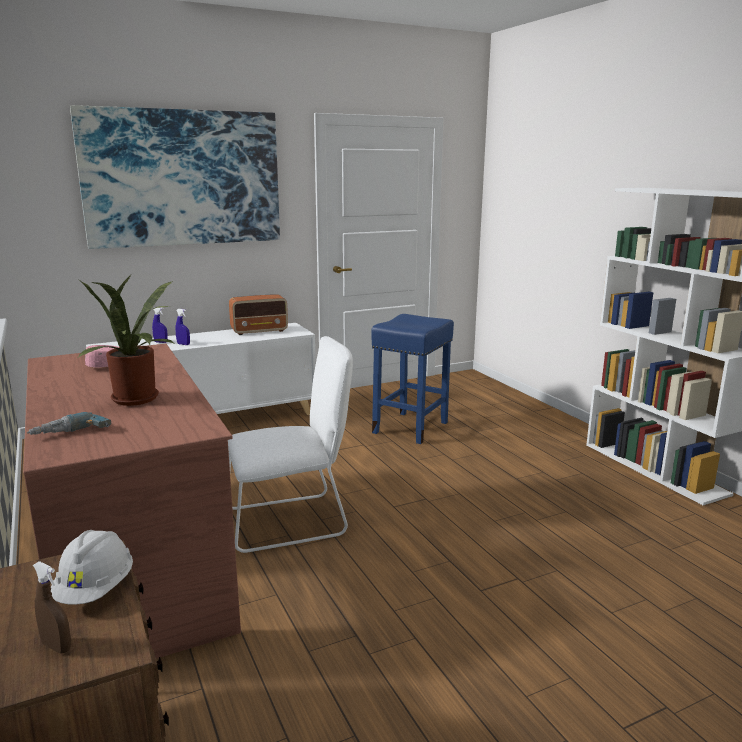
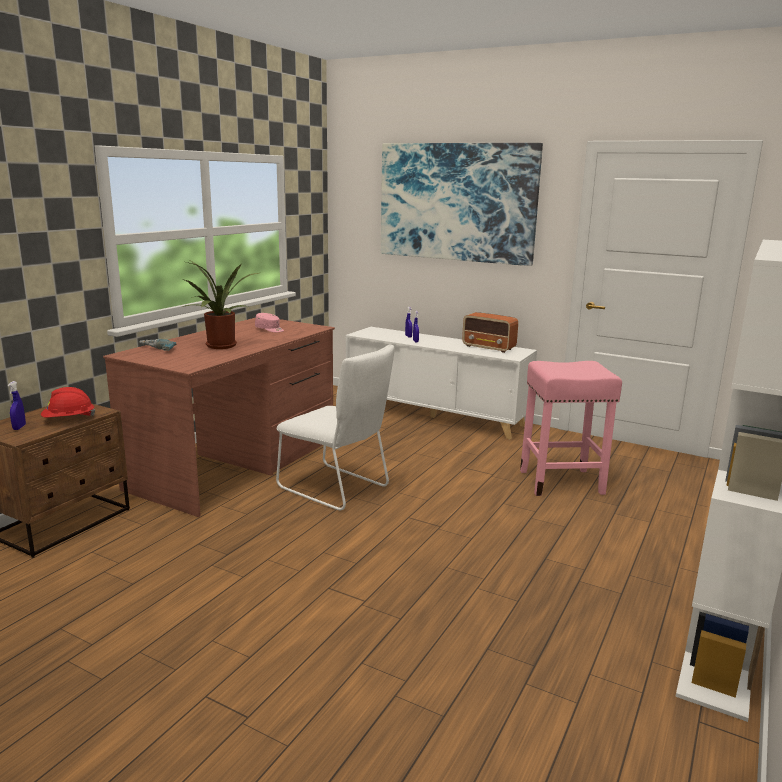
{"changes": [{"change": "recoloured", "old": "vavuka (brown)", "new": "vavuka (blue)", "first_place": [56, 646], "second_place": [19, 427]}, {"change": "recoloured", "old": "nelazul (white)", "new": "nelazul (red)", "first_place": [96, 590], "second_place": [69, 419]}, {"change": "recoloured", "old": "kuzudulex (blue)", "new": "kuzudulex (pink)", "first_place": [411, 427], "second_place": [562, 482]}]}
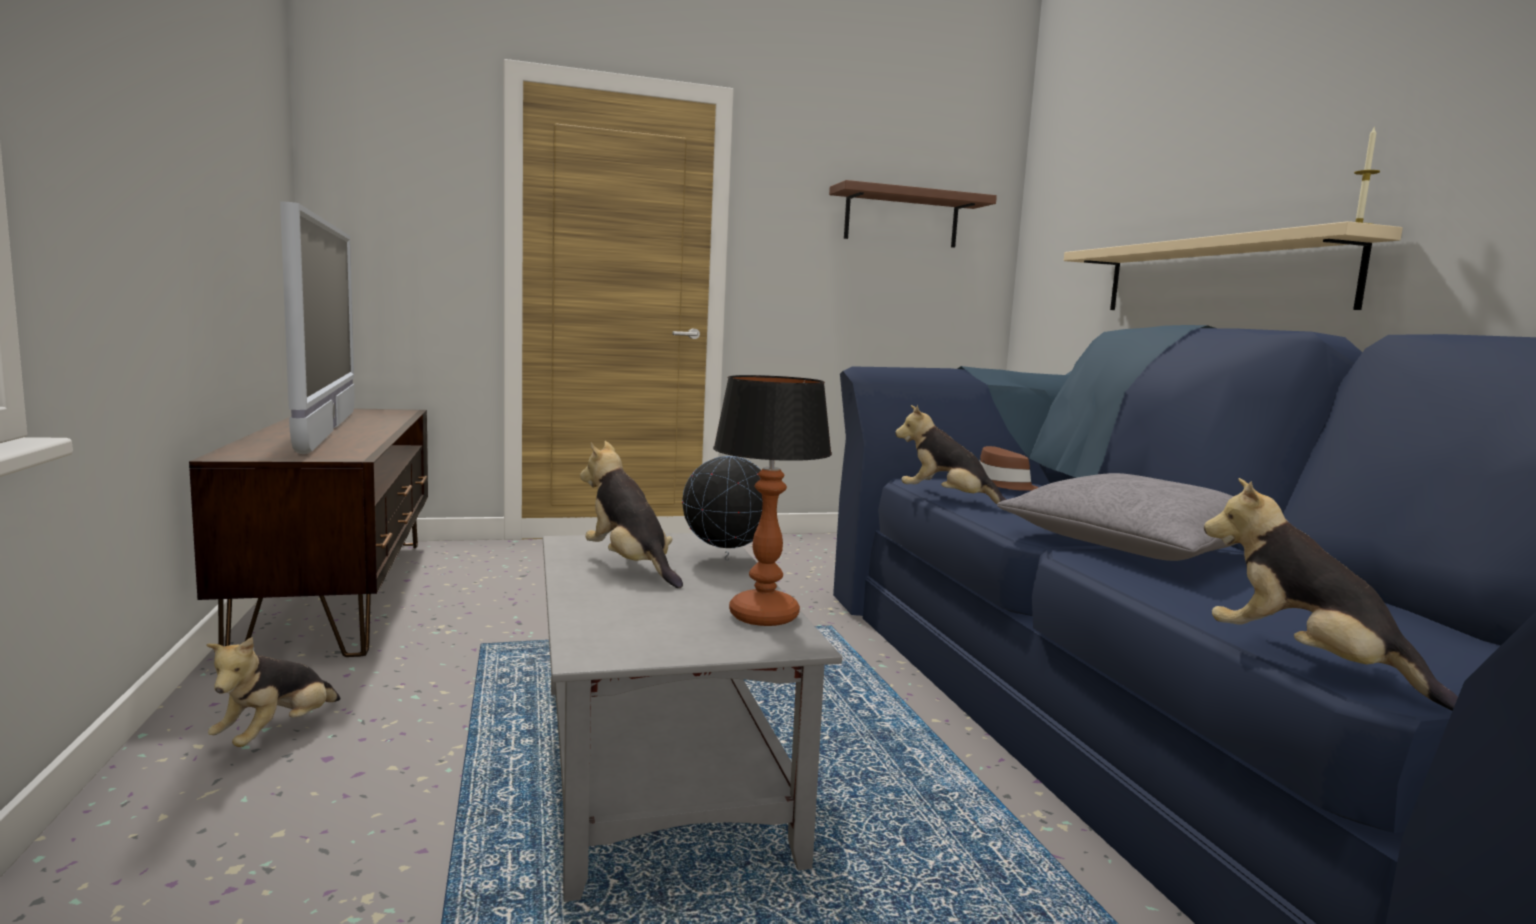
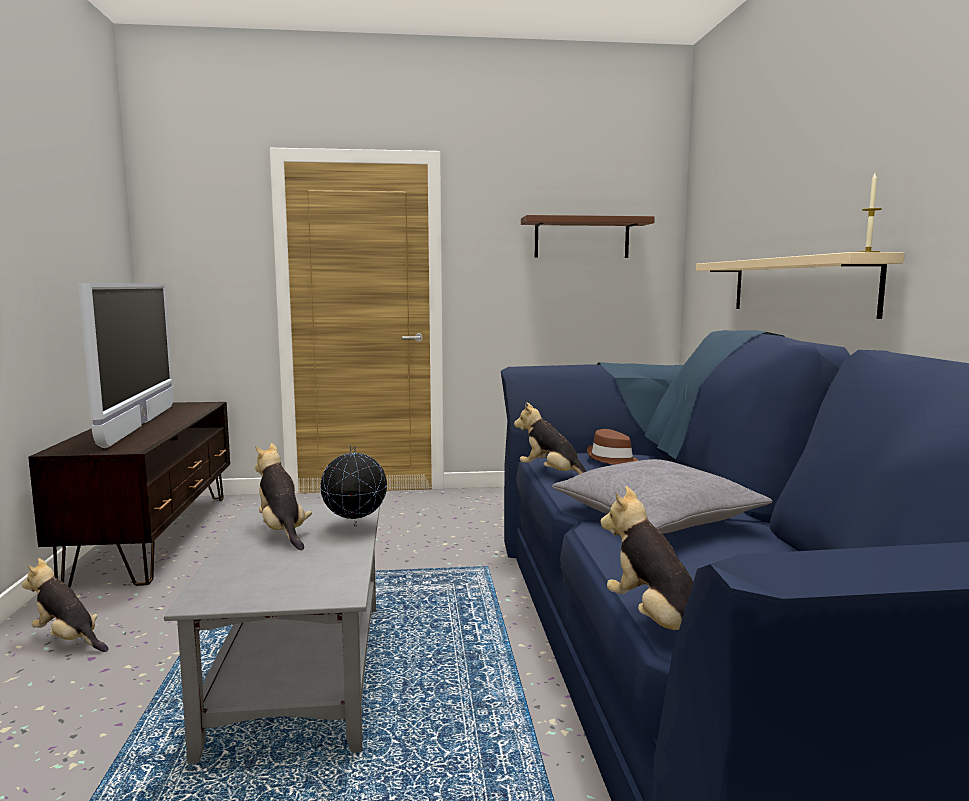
{"changes": [{"change": "turned", "old": "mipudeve", "first_place": [277, 733], "second_place": [68, 639], "degrees": 90}, {"change": "removed", "old": "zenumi", "first_place": [763, 615]}]}
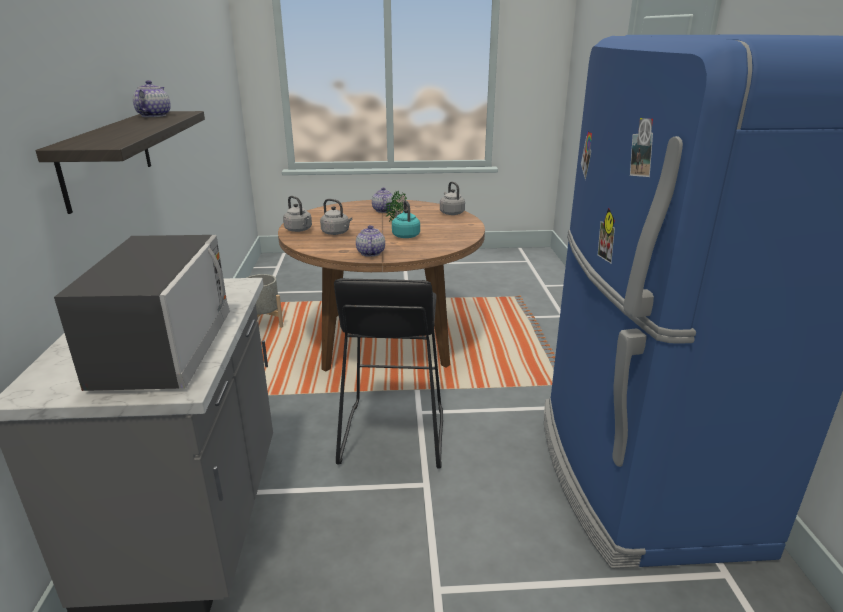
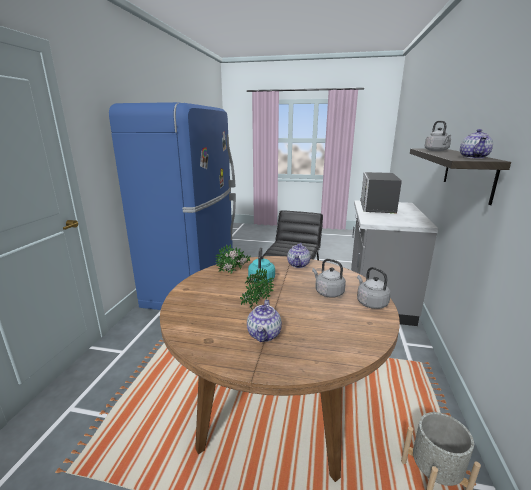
{"changes": [{"change": "added", "new": "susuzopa", "second_place": [234, 272]}, {"change": "moved", "old": "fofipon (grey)", "first_place": [451, 213], "second_place": [437, 150]}]}
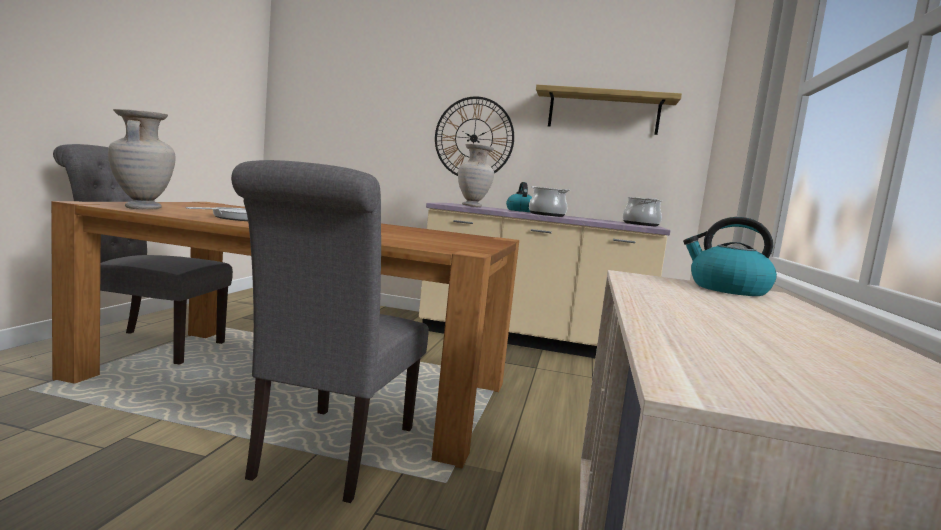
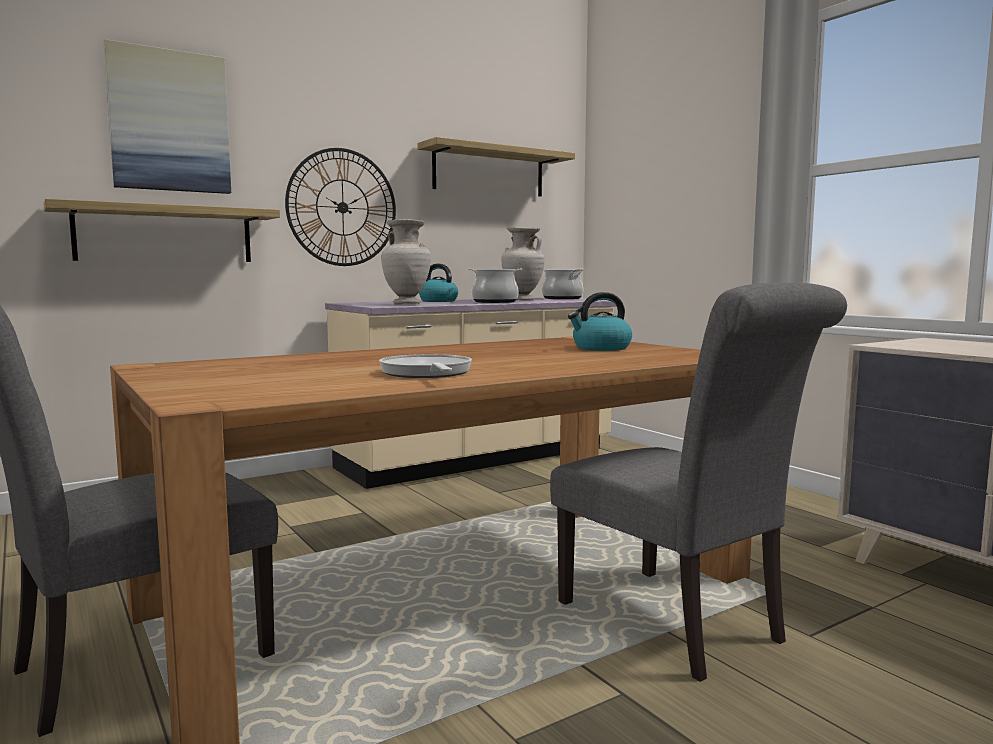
{"changes": [{"change": "added", "new": "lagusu", "second_place": [165, 234]}, {"change": "added", "new": "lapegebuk", "second_place": [169, 121]}, {"change": "moved", "old": "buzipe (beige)", "first_place": [141, 208], "second_place": [522, 300]}, {"change": "moved", "old": "fofipon", "first_place": [727, 289], "second_place": [601, 348]}]}
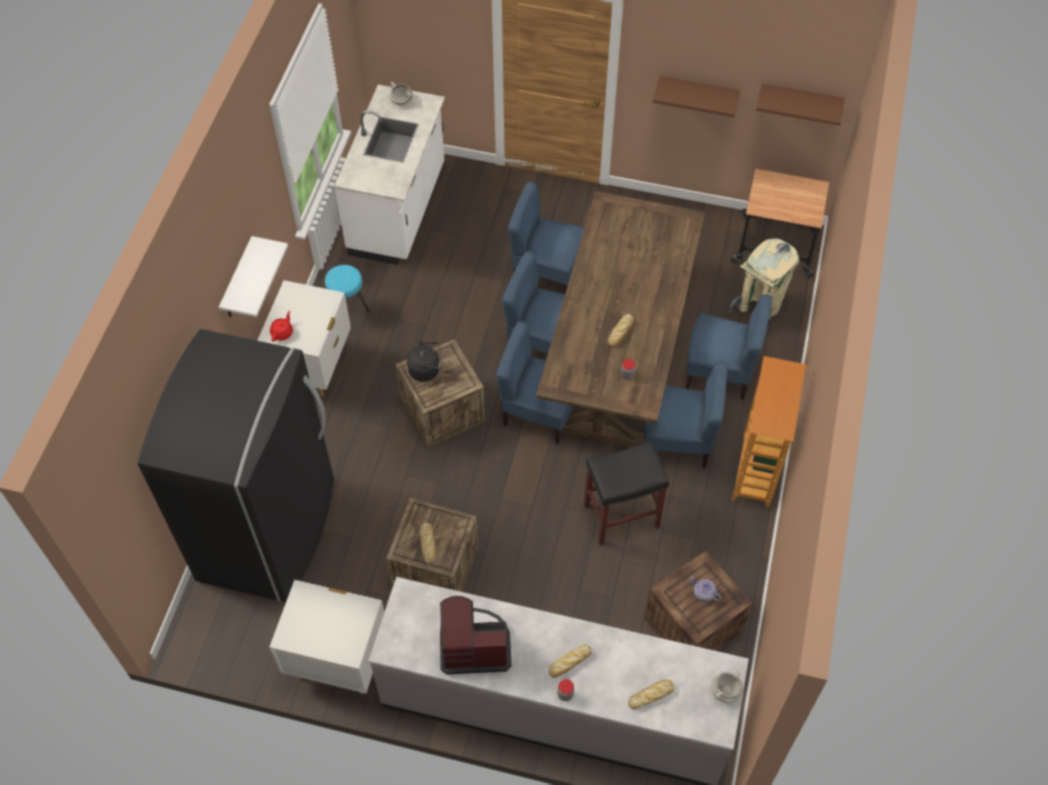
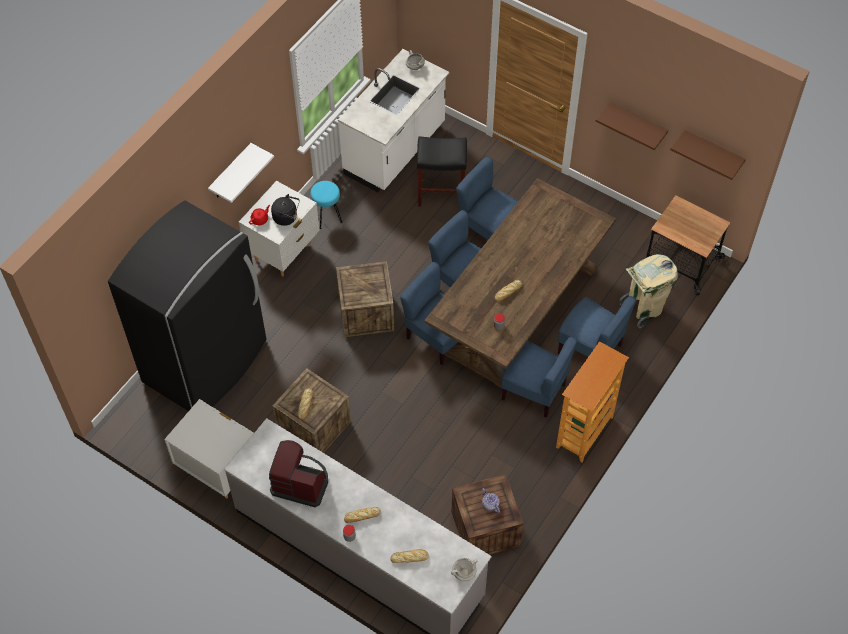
{"changes": [{"change": "moved", "old": "fofipon (black)", "first_place": [426, 370], "second_place": [287, 217]}, {"change": "moved", "old": "kuzudulex (black)", "first_place": [622, 515], "second_place": [442, 193]}]}
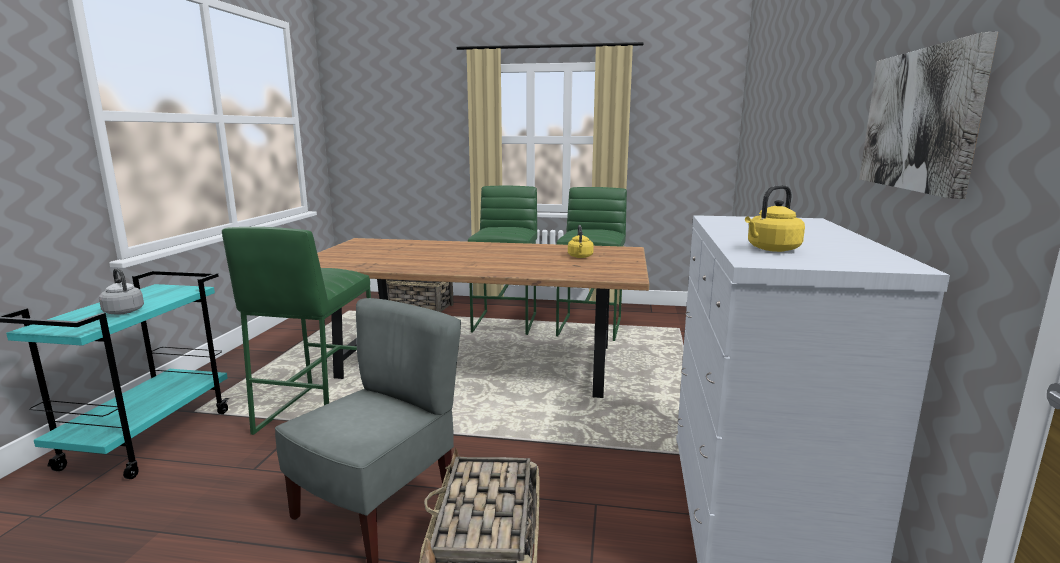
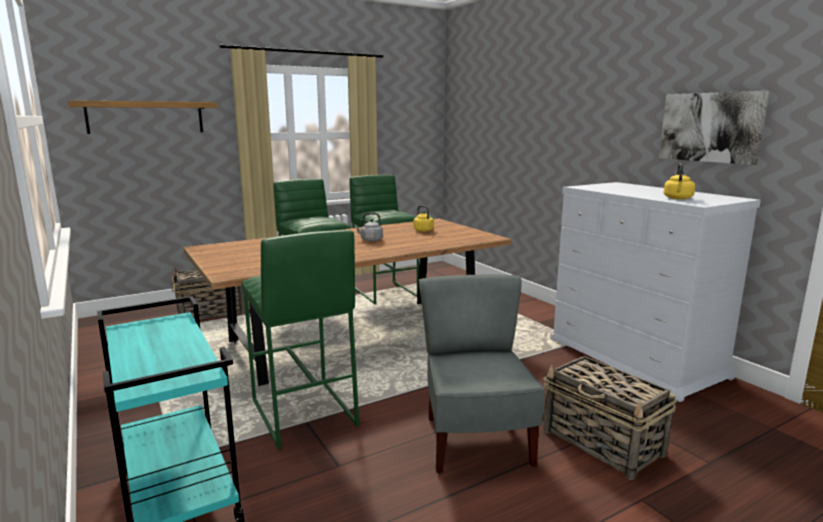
{"changes": [{"change": "added", "new": "lagusu", "second_place": [146, 117]}, {"change": "moved", "old": "fofipon (grey)", "first_place": [123, 311], "second_place": [370, 240]}]}
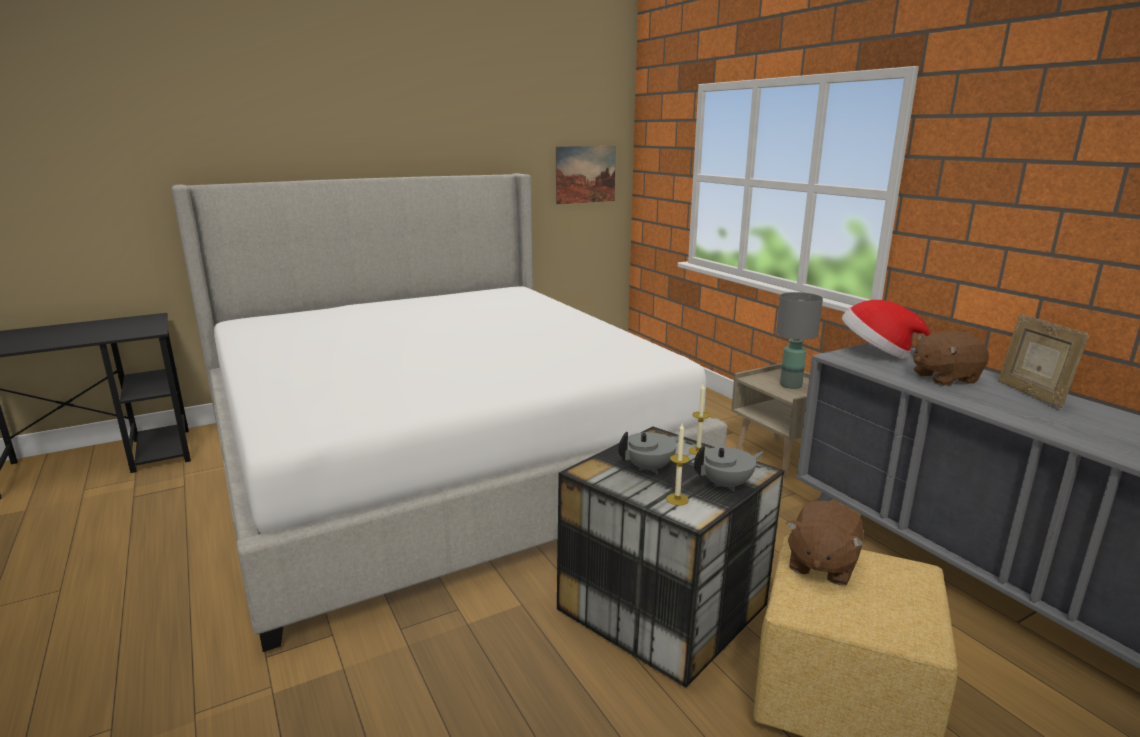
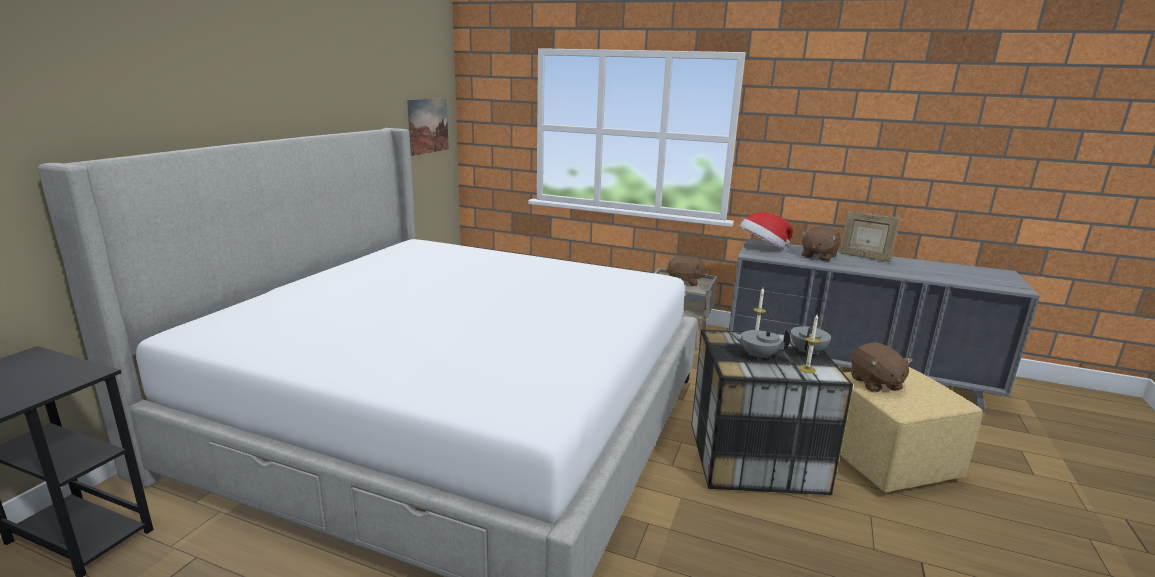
{"changes": [{"change": "replaced", "old": "zenumi (grey)", "new": "mipudeve (brown)", "first_place": [790, 385], "second_place": [684, 282]}, {"change": "turned", "old": "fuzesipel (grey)", "first_place": [650, 468], "second_place": [757, 356], "degrees": -90}]}
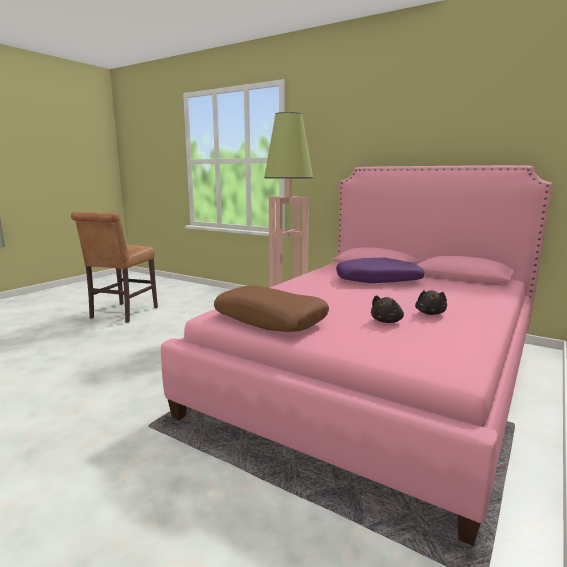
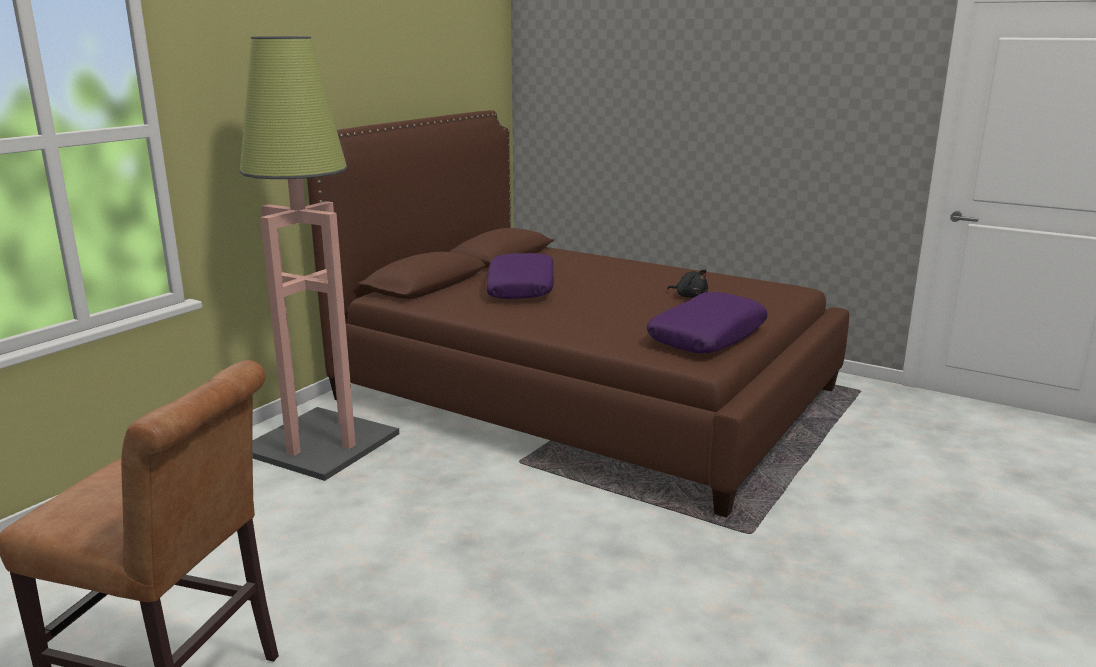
{"changes": [{"change": "recoloured", "old": "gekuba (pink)", "new": "gekuba (brown)", "first_place": [376, 375], "second_place": [585, 394]}, {"change": "recoloured", "old": "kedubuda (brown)", "new": "kedubuda (purple)", "first_place": [270, 319], "second_place": [707, 336]}, {"change": "removed", "old": "mipudeve (black)", "first_place": [430, 313]}]}
